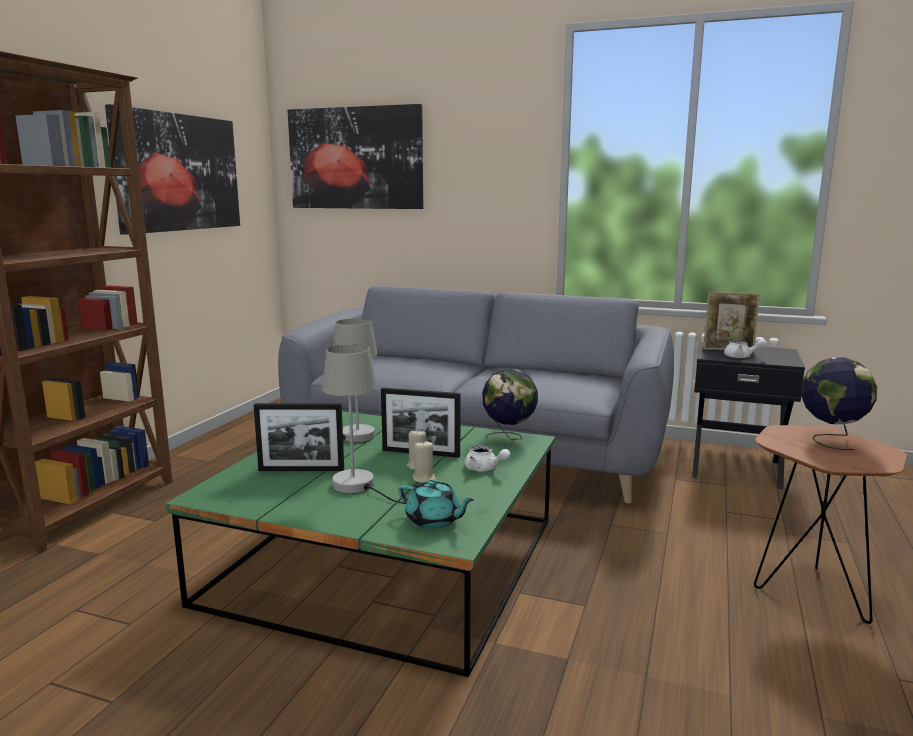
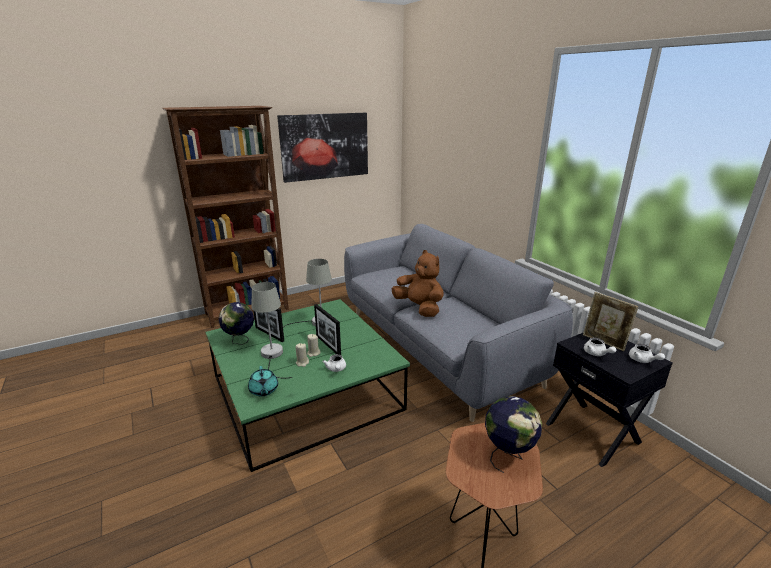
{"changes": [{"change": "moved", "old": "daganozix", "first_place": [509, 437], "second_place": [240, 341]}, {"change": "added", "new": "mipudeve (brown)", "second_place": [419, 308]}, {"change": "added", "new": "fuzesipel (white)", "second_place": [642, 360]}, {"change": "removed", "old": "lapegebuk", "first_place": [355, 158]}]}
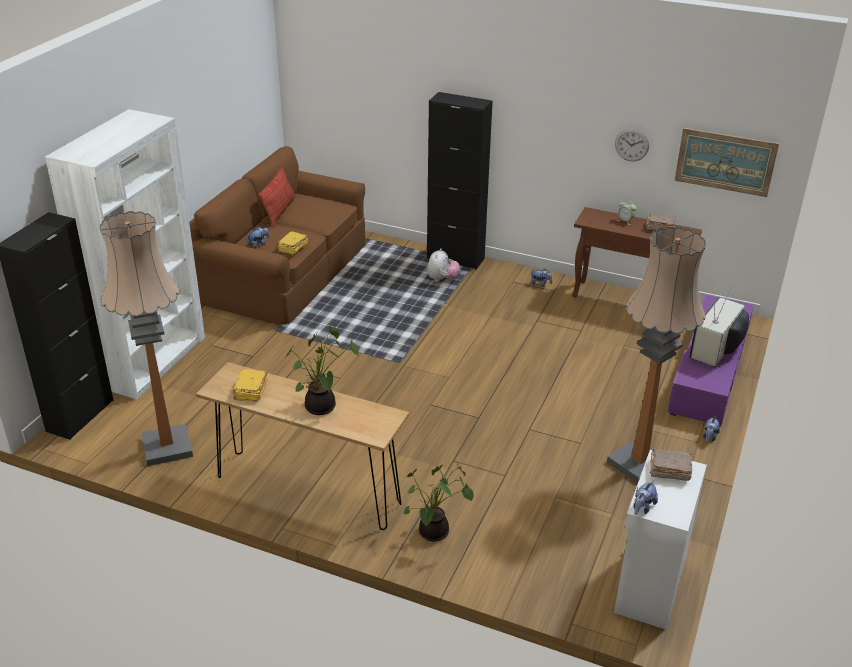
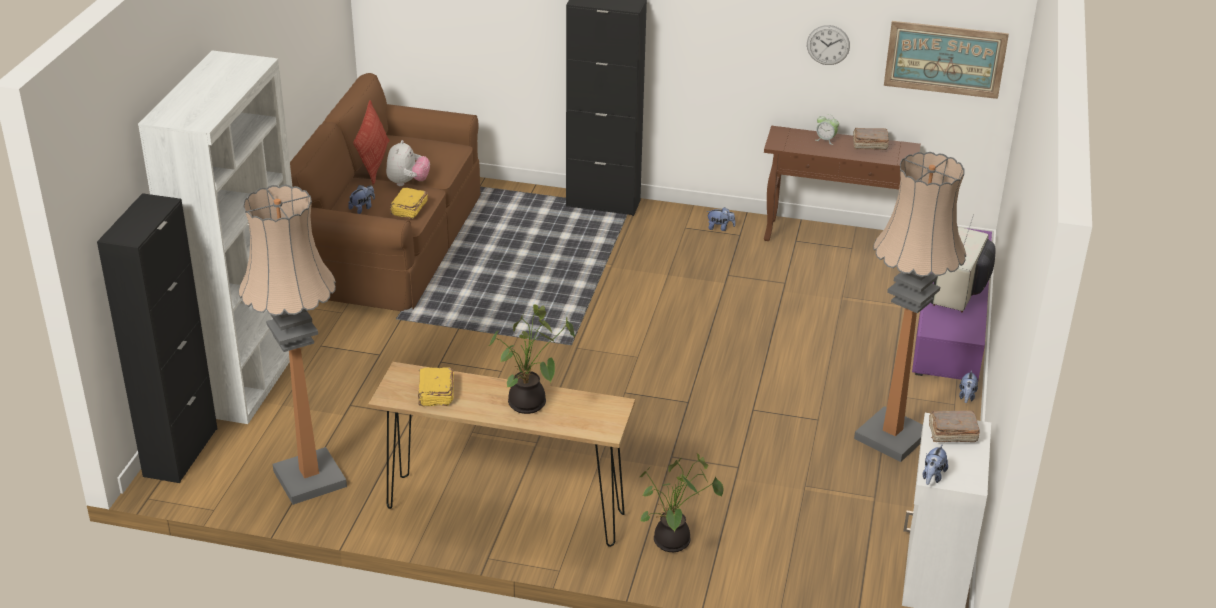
{"changes": [{"change": "moved", "old": "mipudeve", "first_place": [442, 279], "second_place": [407, 183]}]}
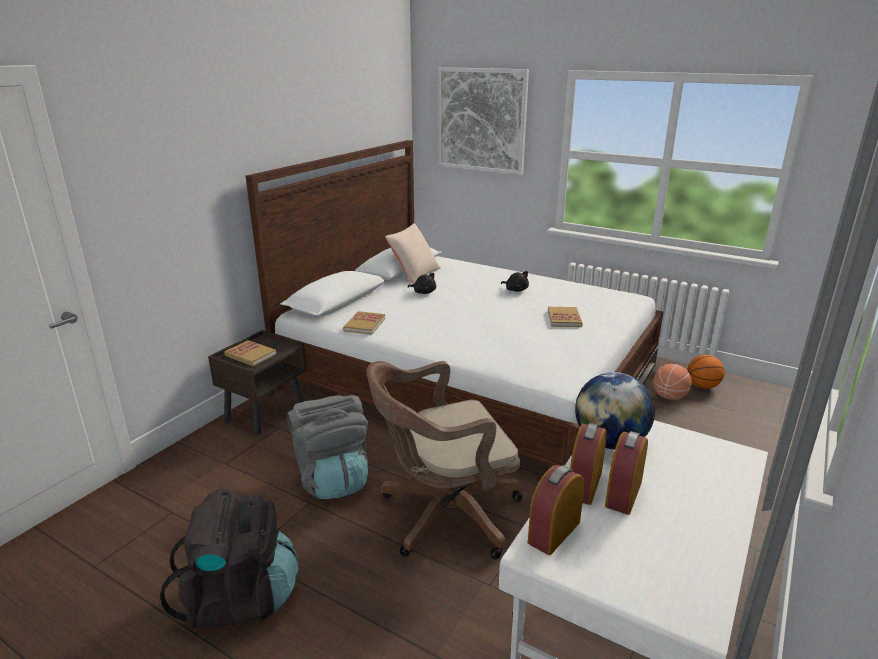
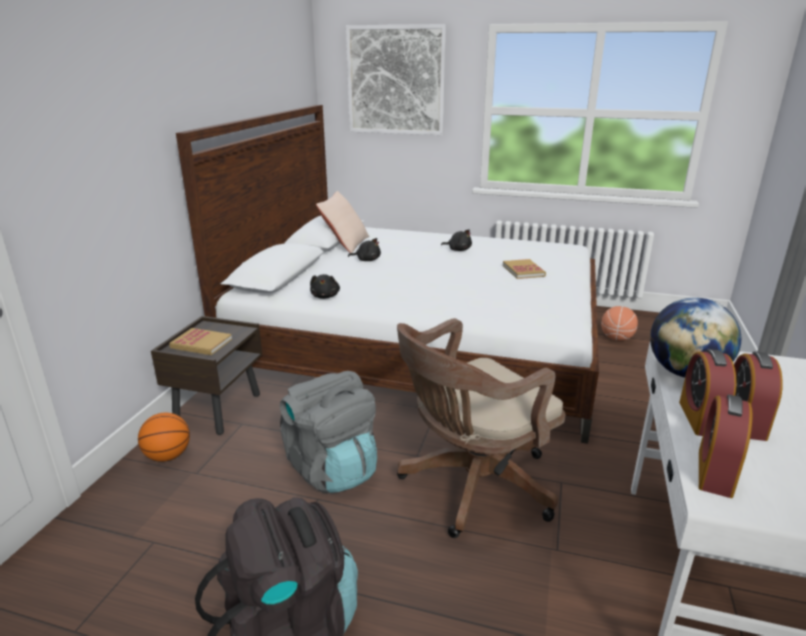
{"changes": [{"change": "moved", "old": "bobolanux", "first_place": [702, 386], "second_place": [168, 456]}, {"change": "replaced", "old": "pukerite", "new": "mipudeve (black)", "first_place": [364, 324], "second_place": [325, 296]}]}
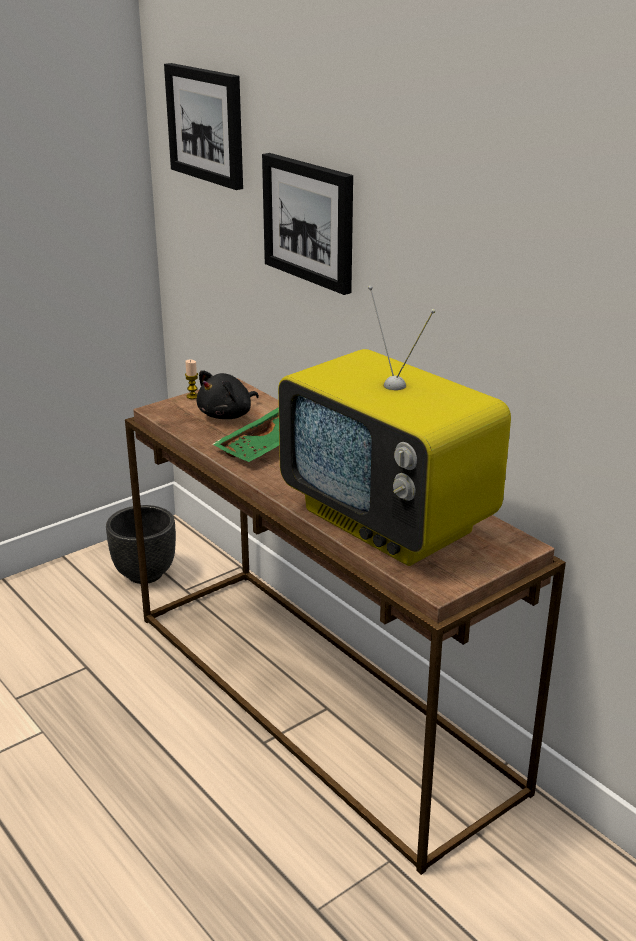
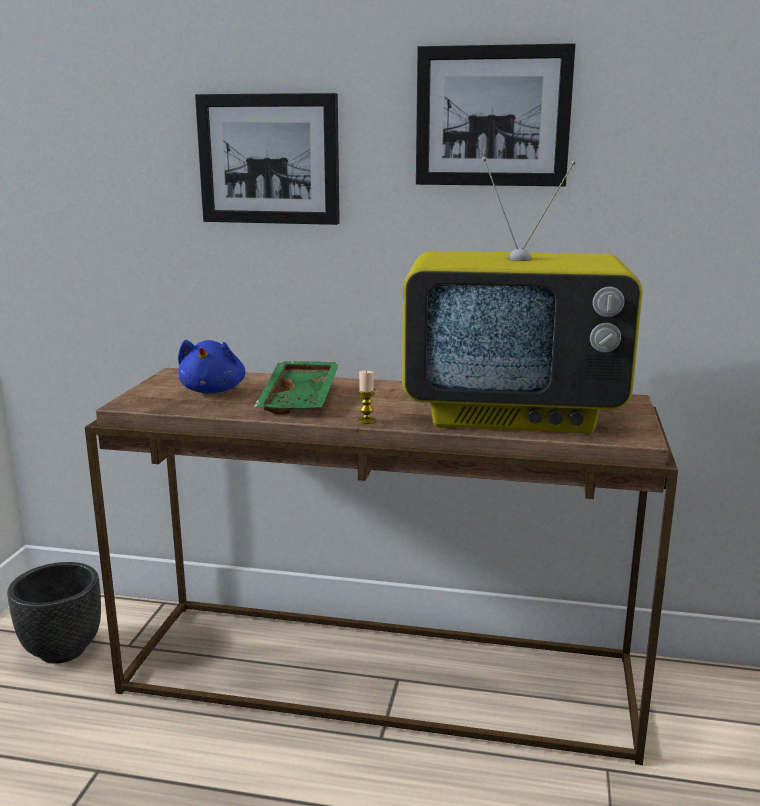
{"changes": [{"change": "recoloured", "old": "mipudeve (black)", "new": "mipudeve (blue)", "first_place": [227, 415], "second_place": [213, 390]}, {"change": "moved", "old": "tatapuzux", "first_place": [192, 396], "second_place": [366, 421]}, {"change": "moved", "old": "lapegebuk", "first_place": [206, 124], "second_place": [493, 117]}]}
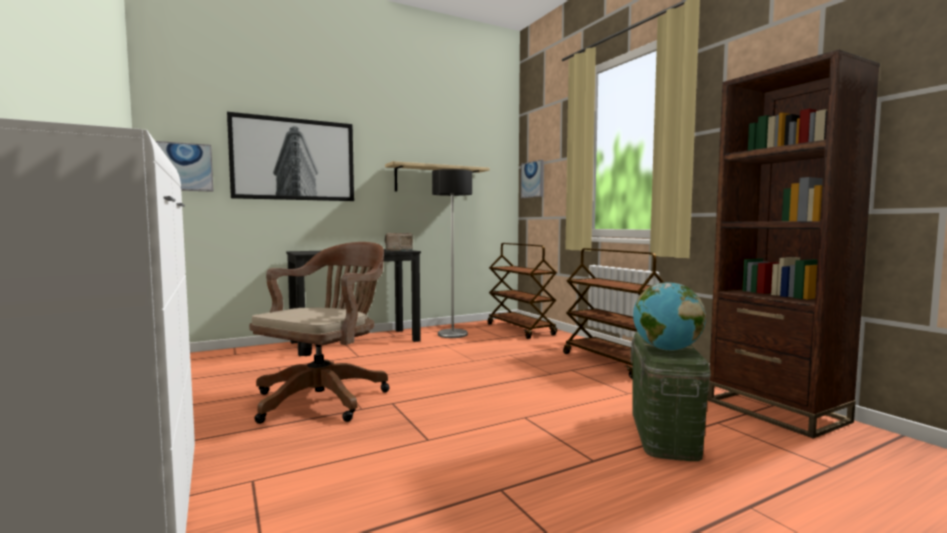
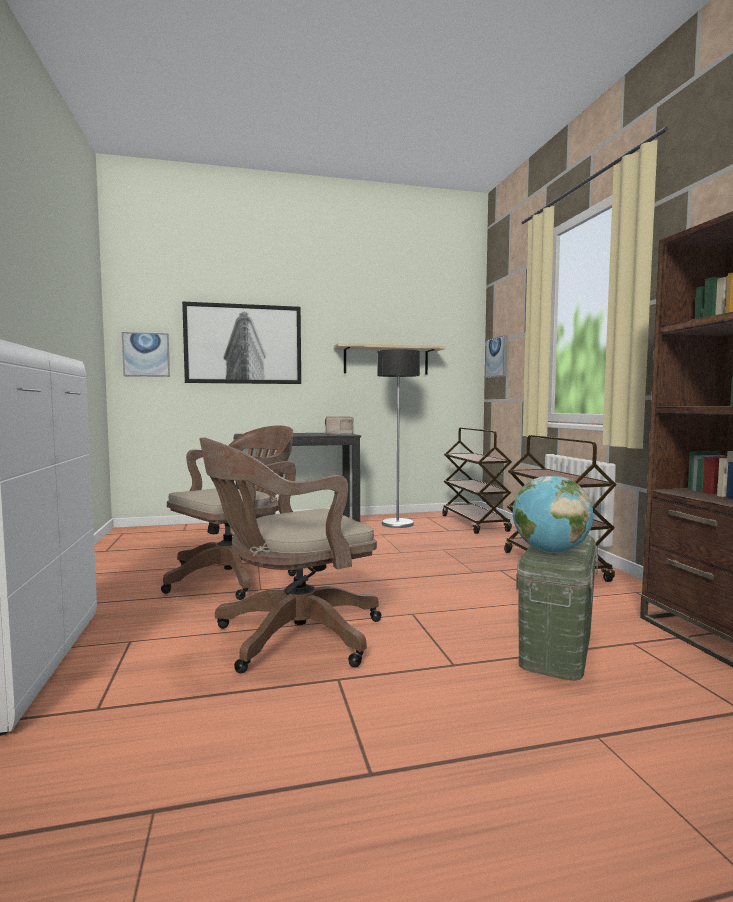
{"changes": [{"change": "added", "new": "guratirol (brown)", "second_place": [290, 637]}]}
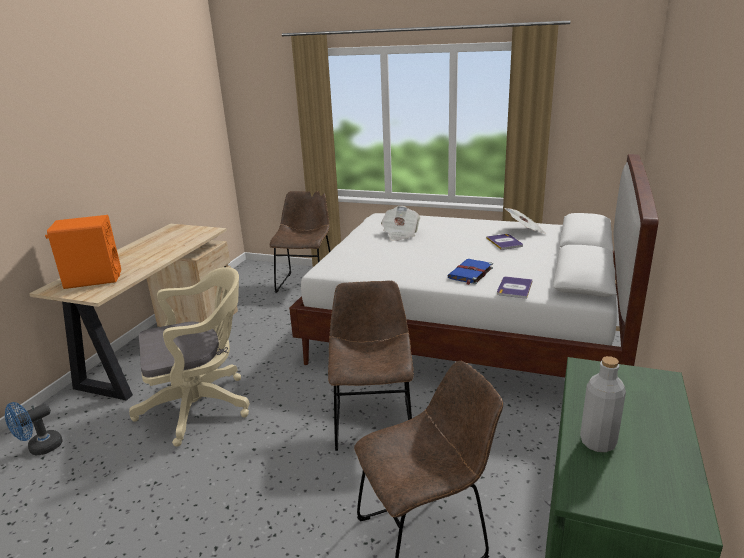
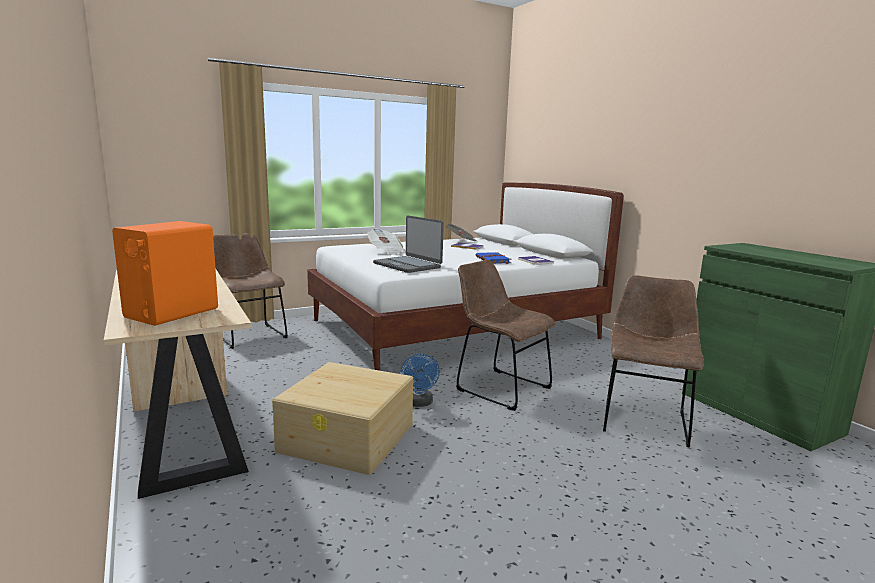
{"changes": [{"change": "replaced", "old": "guratirol (beige)", "new": "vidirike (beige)", "first_place": [202, 405], "second_place": [348, 437]}, {"change": "added", "new": "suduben", "second_place": [408, 265]}, {"change": "moved", "old": "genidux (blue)", "first_place": [40, 448], "second_place": [419, 403]}, {"change": "removed", "old": "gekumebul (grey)", "first_place": [597, 442]}]}
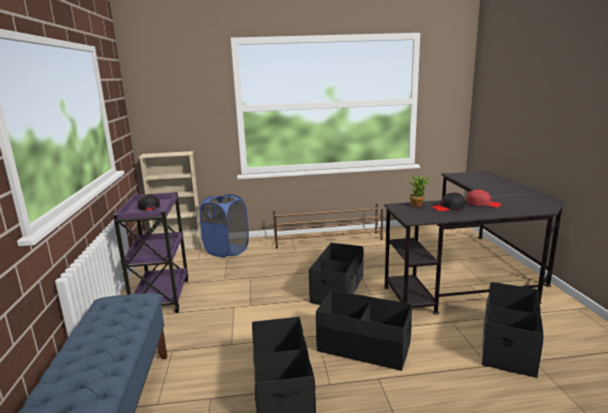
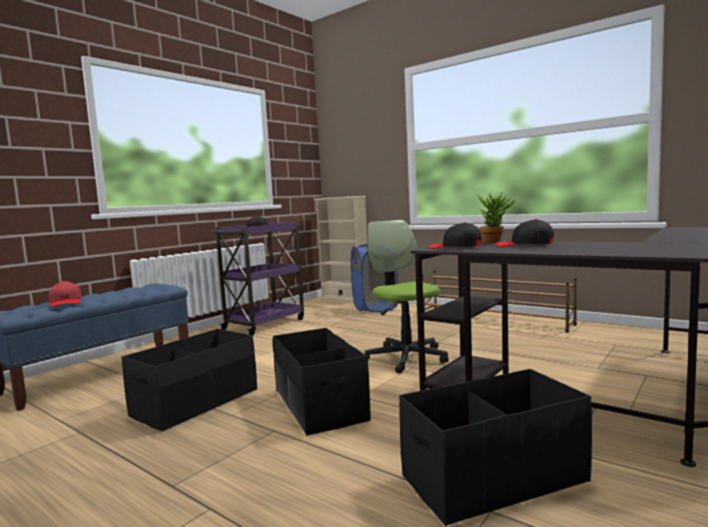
{"changes": [{"change": "moved", "old": "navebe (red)", "first_place": [482, 204], "second_place": [66, 302]}, {"change": "replaced", "old": "vidirike (black)", "new": "guratirol", "first_place": [338, 289], "second_place": [405, 357]}, {"change": "added", "new": "navebe (black)", "second_place": [455, 247]}]}
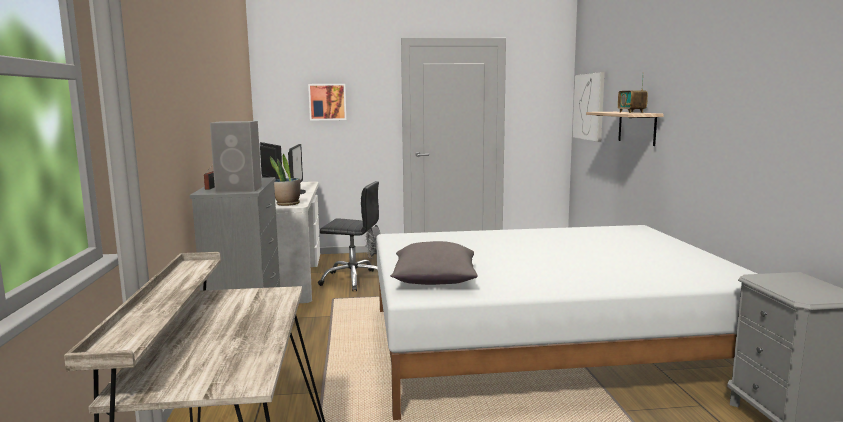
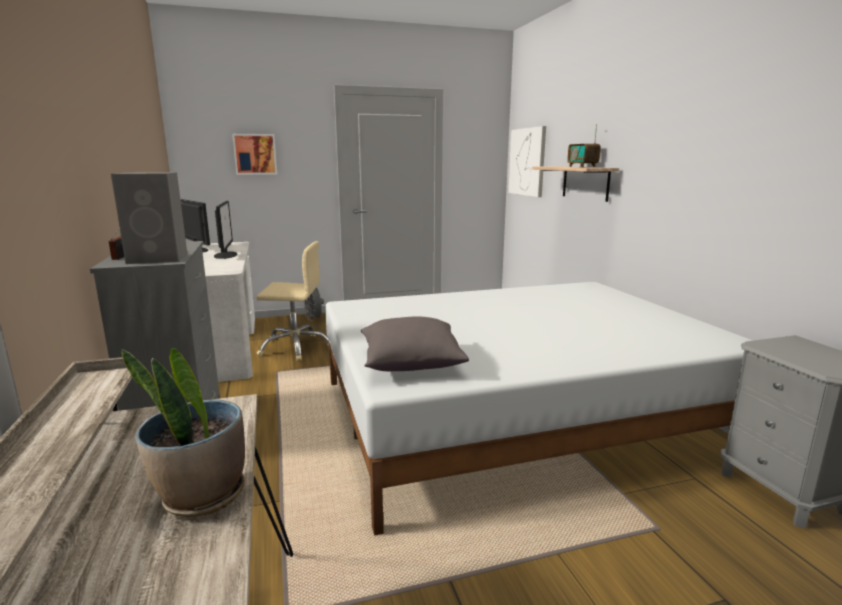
{"changes": [{"change": "moved", "old": "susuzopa", "first_place": [287, 204], "second_place": [202, 496]}, {"change": "recoloured", "old": "guratirol (black)", "new": "guratirol (beige)", "first_place": [353, 280], "second_place": [295, 347]}]}
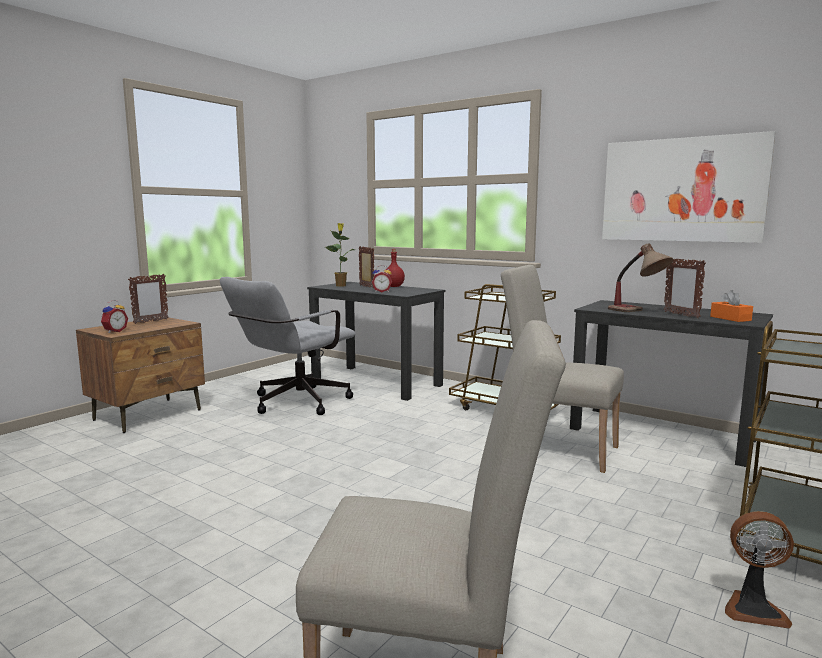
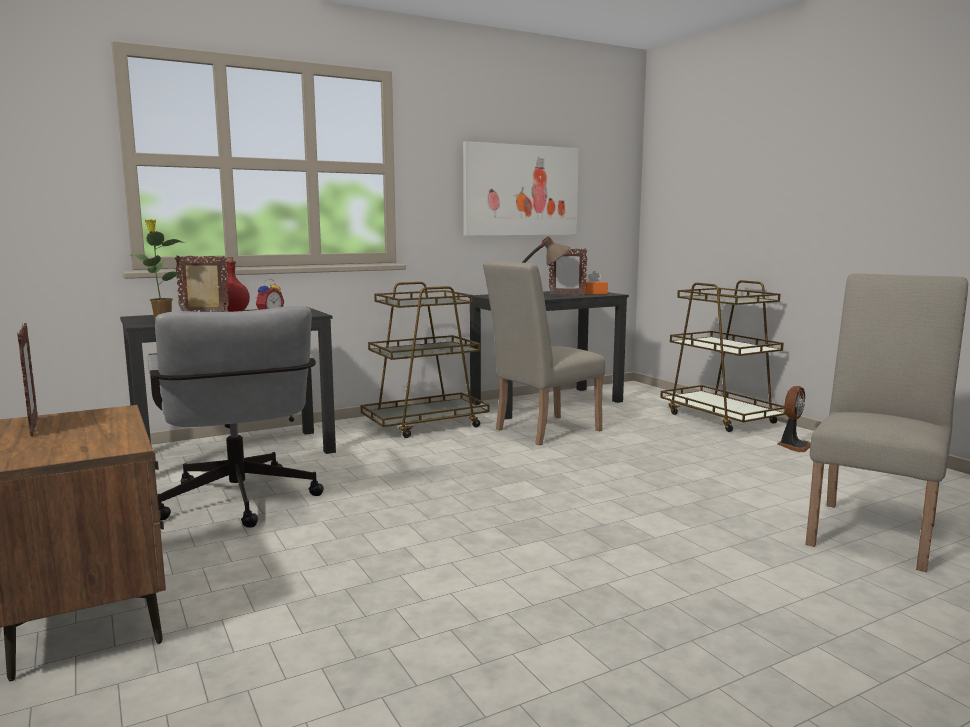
{"changes": [{"change": "removed", "old": "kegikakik", "first_place": [114, 331]}]}
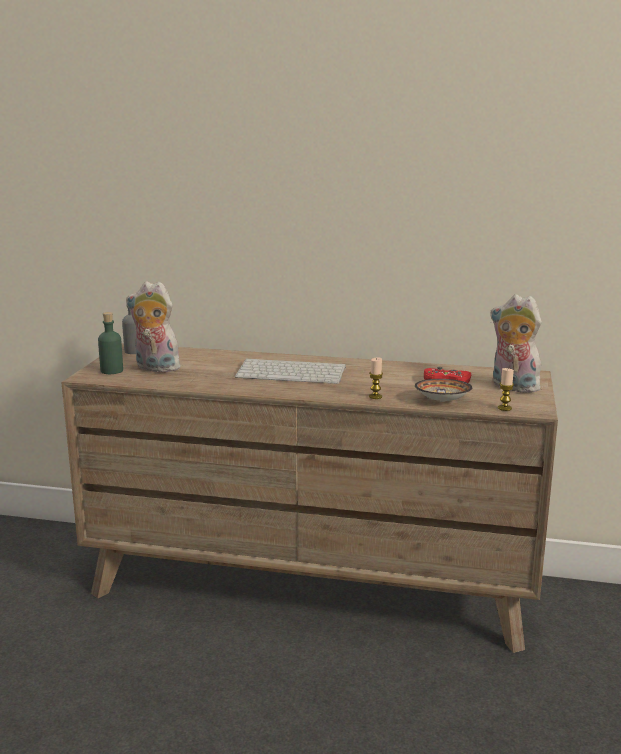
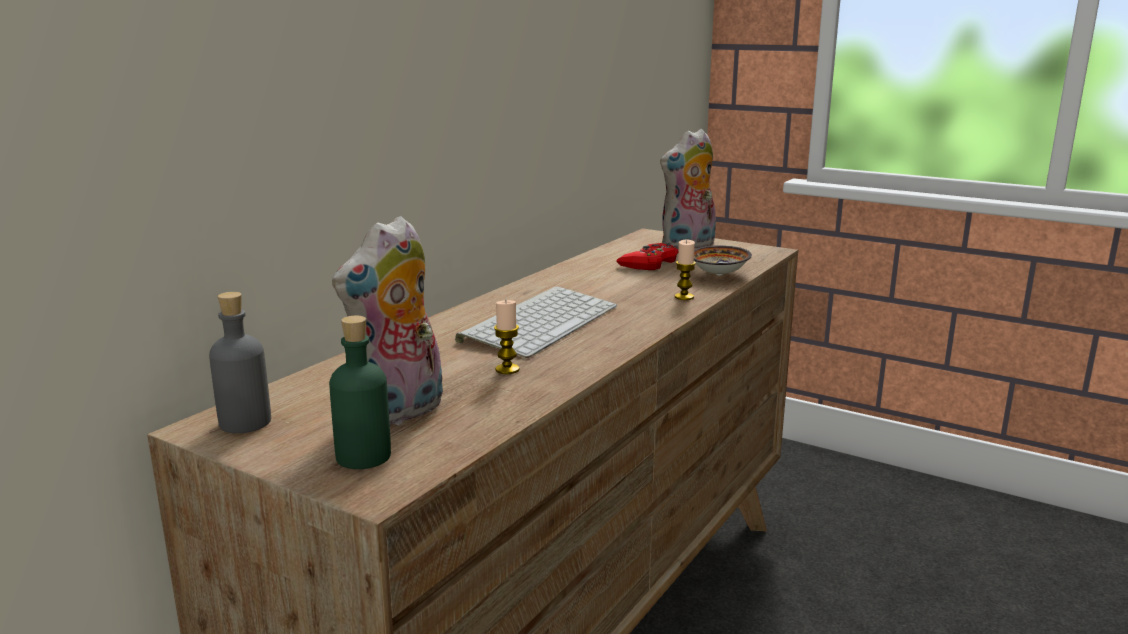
{"changes": [{"change": "moved", "old": "tatapuzux", "first_place": [504, 408], "second_place": [507, 369]}]}
